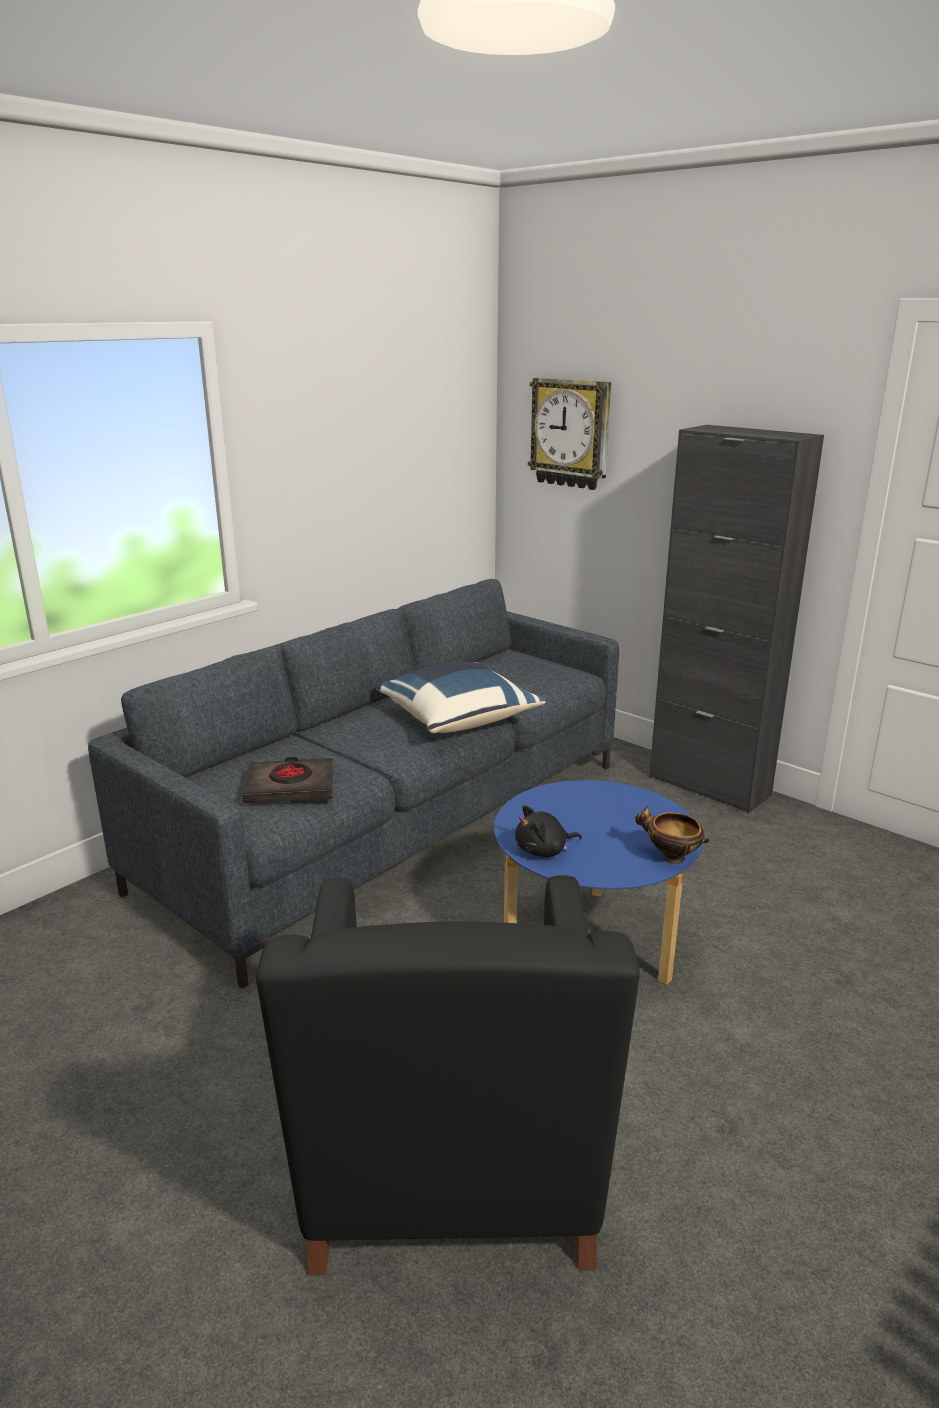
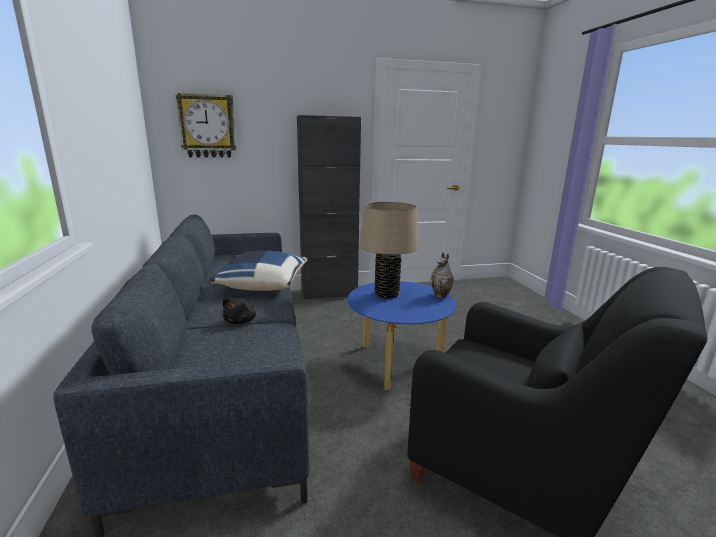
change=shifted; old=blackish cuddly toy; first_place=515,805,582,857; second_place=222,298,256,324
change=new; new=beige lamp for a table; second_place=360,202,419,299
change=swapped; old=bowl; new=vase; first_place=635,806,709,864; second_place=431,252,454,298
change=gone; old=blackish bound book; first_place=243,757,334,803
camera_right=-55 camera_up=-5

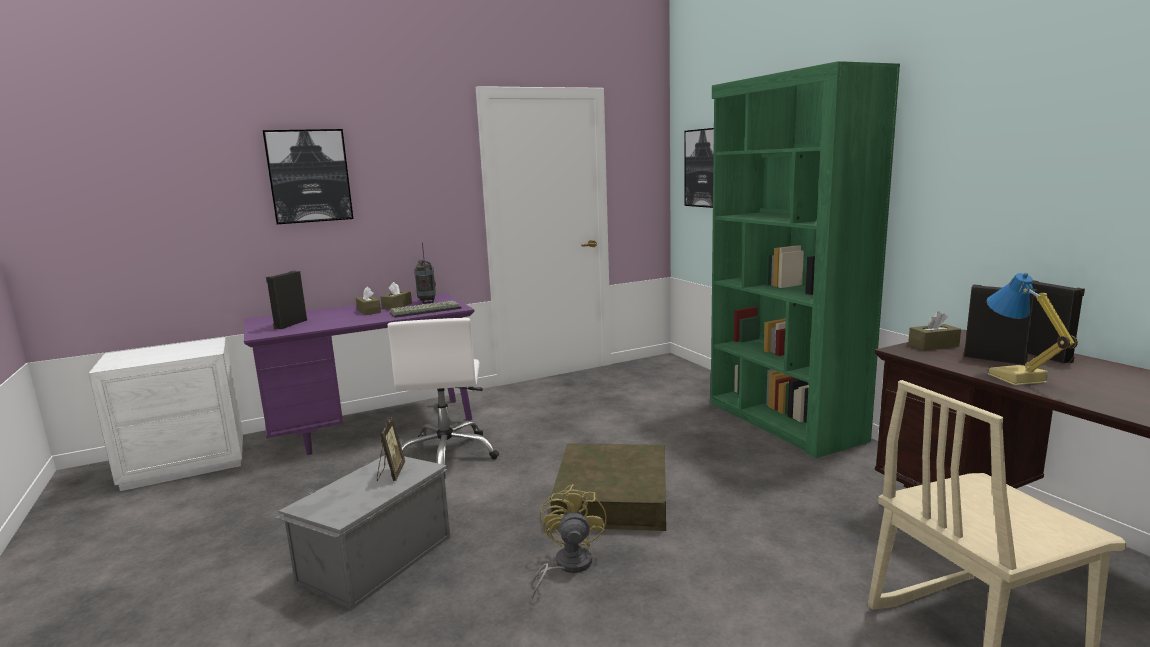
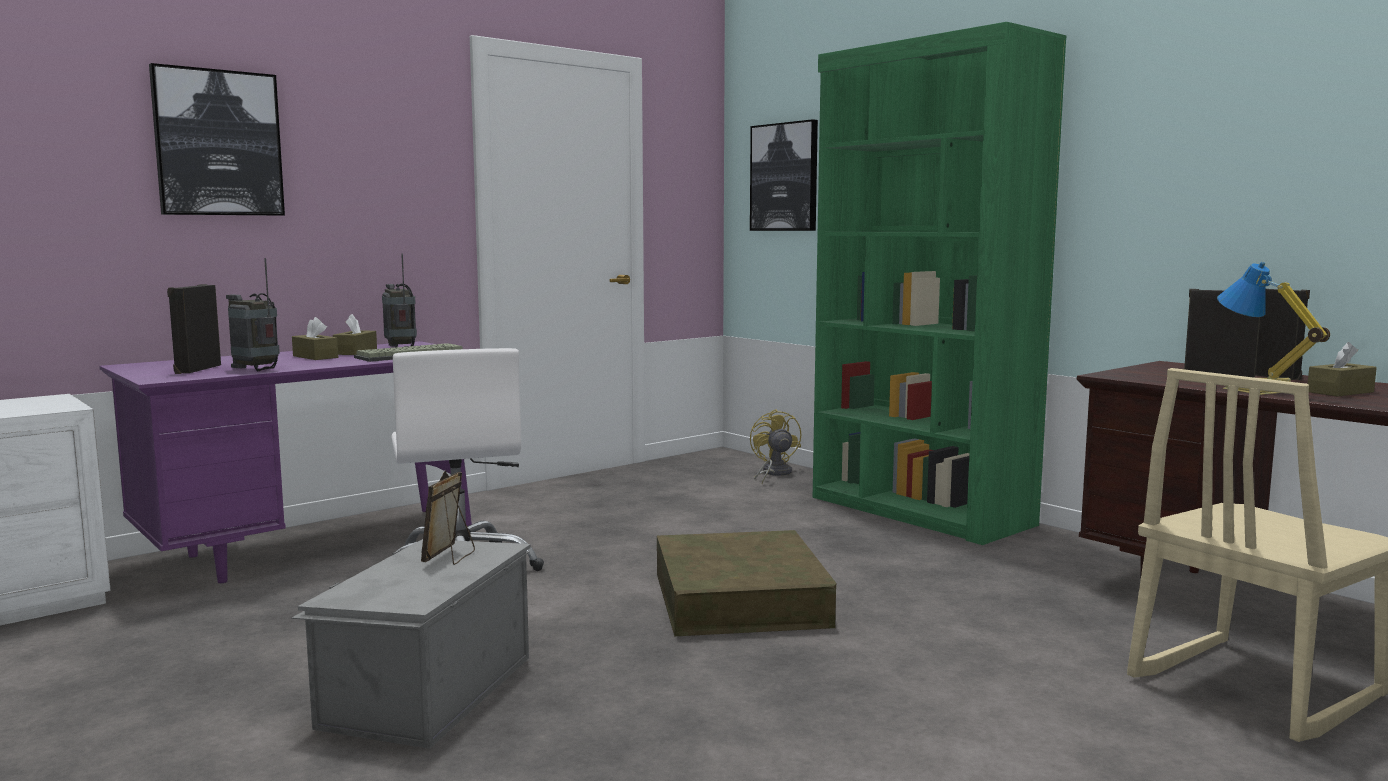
change=new; new=radio; second_place=226,258,280,371
change=rotated; old=picture frame; first_place=377,417,405,481; second_place=421,471,475,565; degrees=-150
change=shifted; old=yellowish electric fan; first_place=532,484,607,599; second_place=750,409,801,484
change=shifted; old=brownish tissue holder; first_place=908,311,961,350; second_place=1308,342,1377,397
camera_right=-15 camera_up=-5

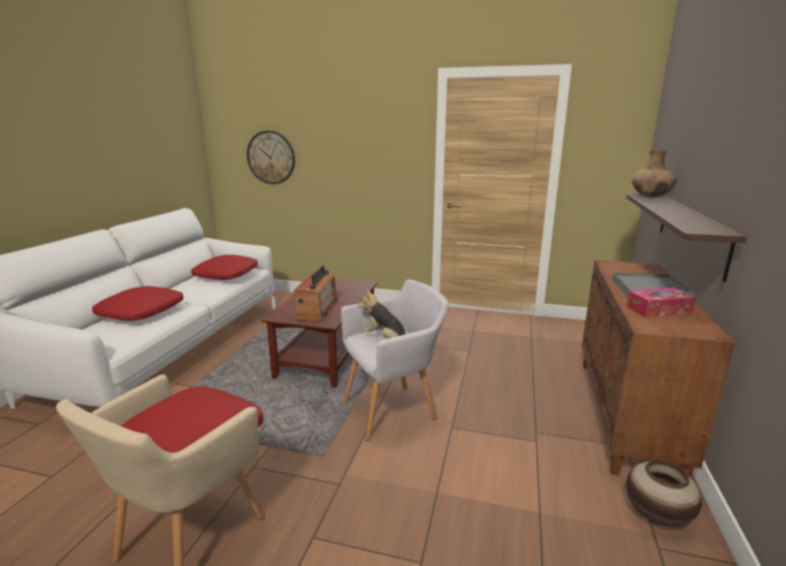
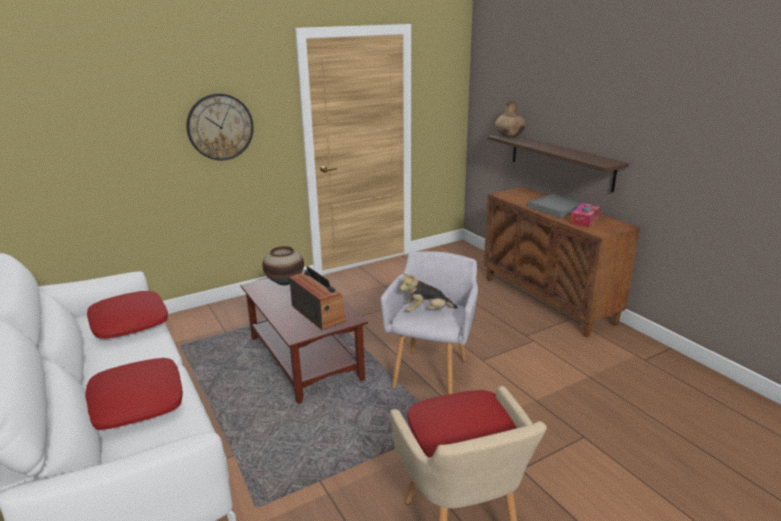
change=shifted; old=hanging clock; first_place=247,131,295,184; second_place=186,93,254,161
change=shifted; old=vase; first_place=626,459,702,527; second_place=262,246,304,285
camera_right=-45 camera_up=5

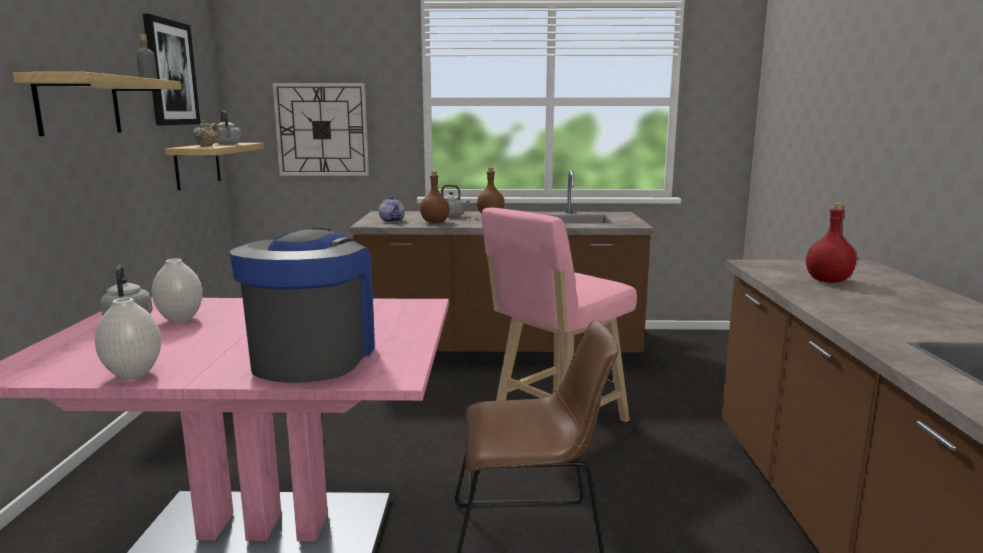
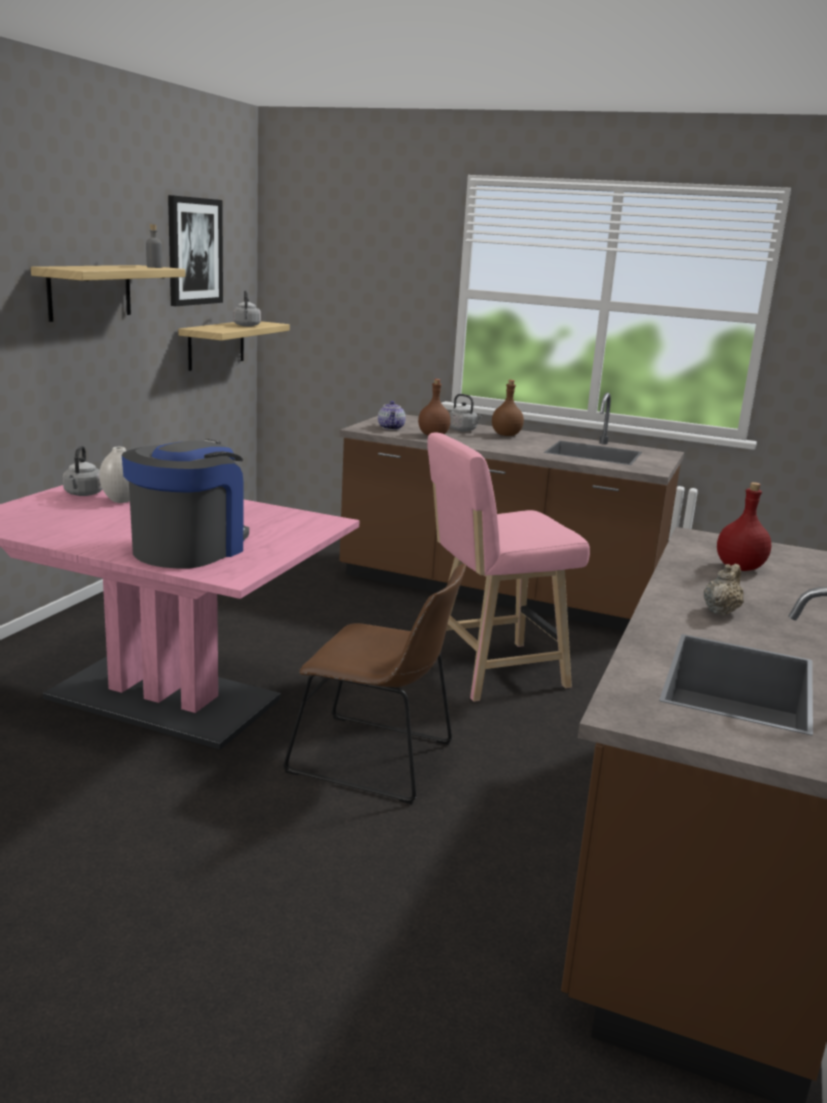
change=shifted; old=beige tea pot; first_place=193,119,219,146; second_place=704,564,744,616
change=gone; old=white vase; first_place=95,297,161,379
change=gone; old=hanging clock; first_place=273,83,369,176
camera_right=20 camera_up=5

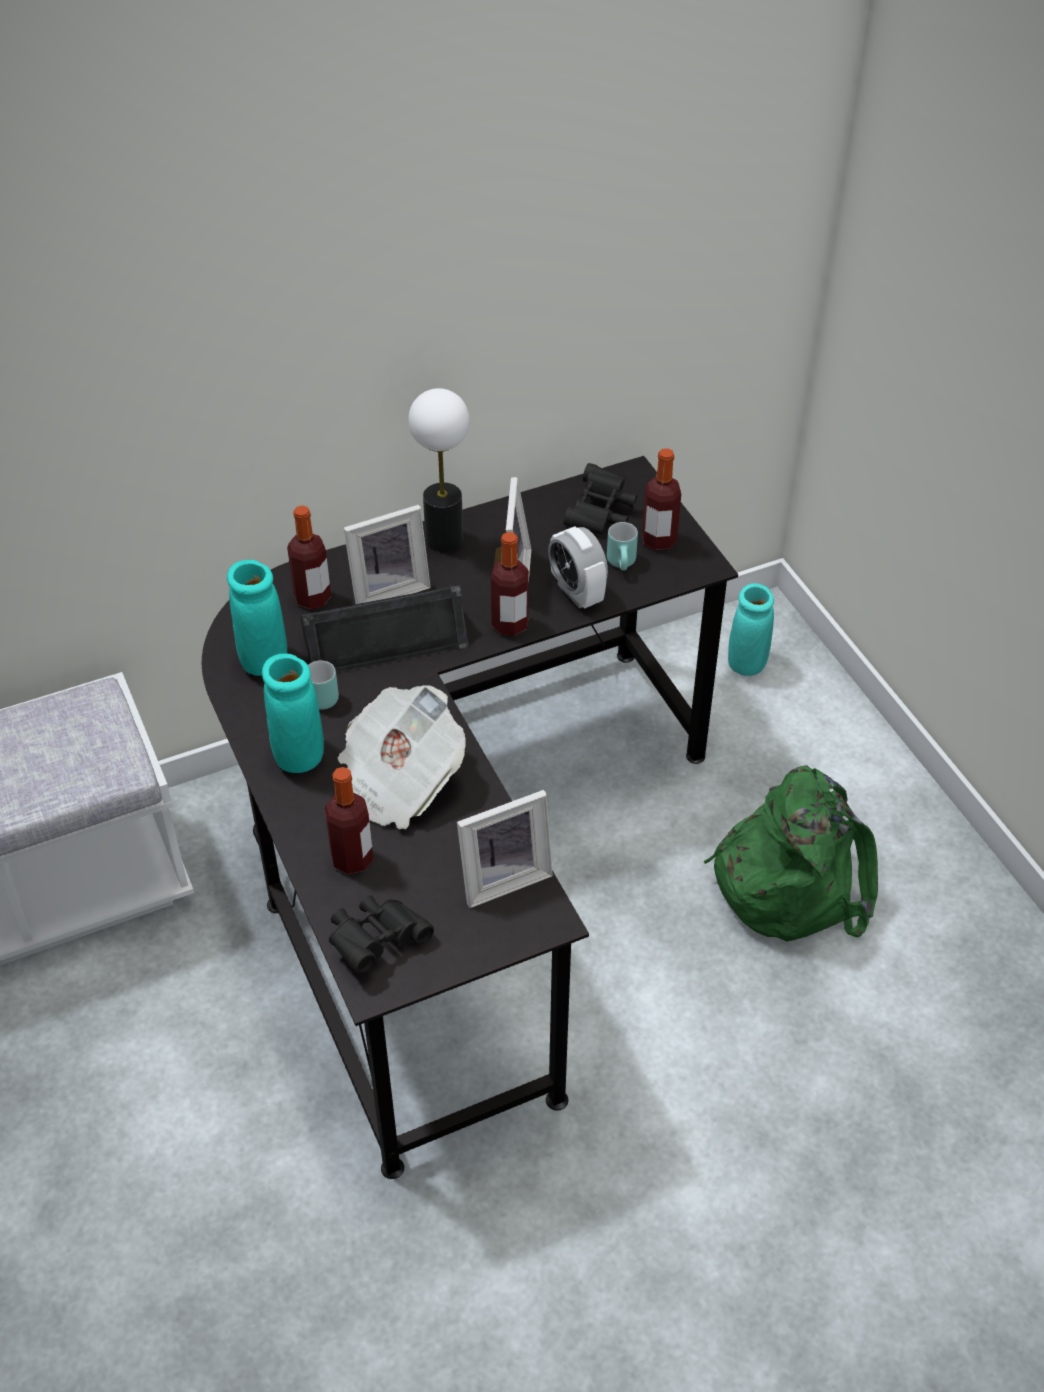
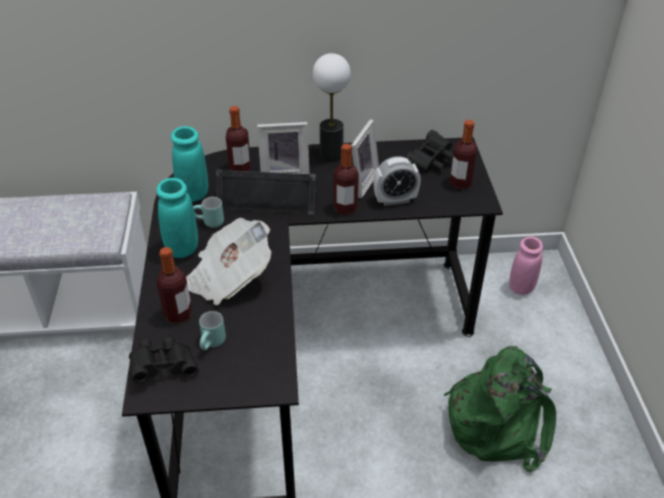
change=shifted; old=turquoise-coloured mug; first_place=607,522,638,571; second_place=199,311,226,350
change=rotated; old=bedside clock; first_place=548,526,608,608; second_place=373,156,421,206; degrees=-90
change=repainted; old=turquoise-coloured vase; new=pink vase; first_place=728,583,774,676; second_place=509,236,543,295
change=gone; old=picture frame; first_place=457,790,553,908
camera_right=20 camera_up=-5

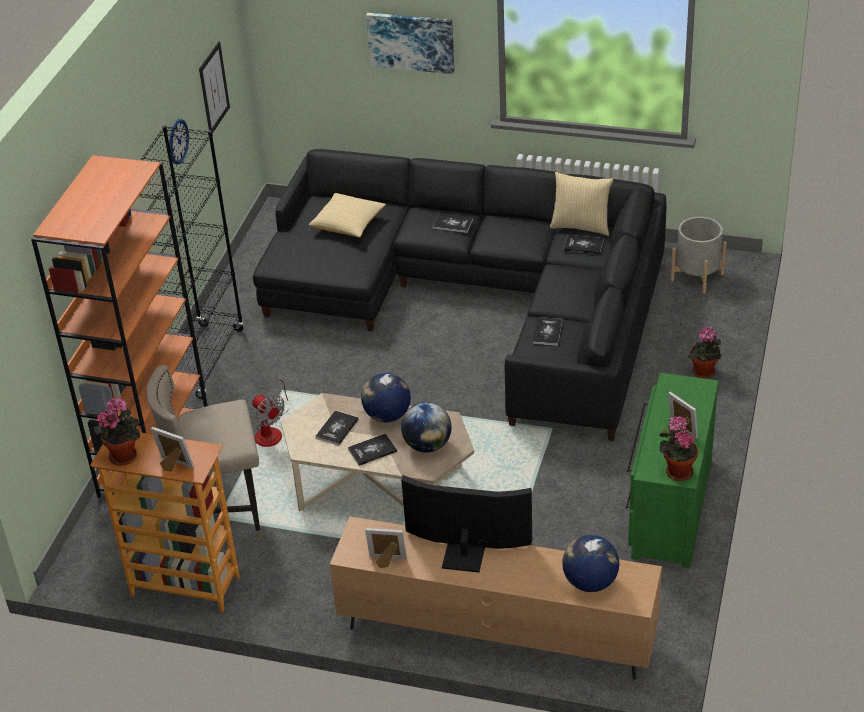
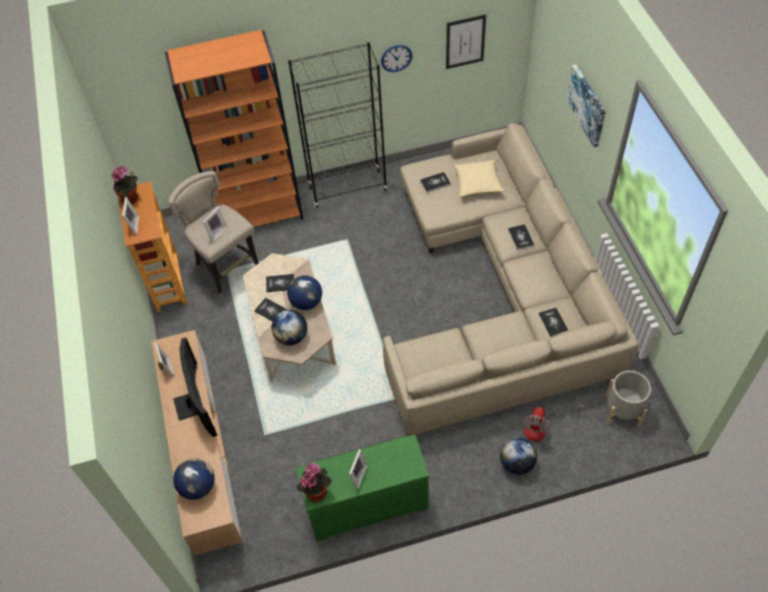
change=new; new=picture frame; second_place=203,207,227,242
change=repainted; old=blackish settee; new=beige settee; first_place=253,149,667,441; second_place=383,123,638,435
change=shifted; old=bound book; first_place=533,317,562,346; second_place=420,172,451,192
change=swapped; old=plant in a pot; new=world globe; first_place=688,327,722,379; second_place=500,437,537,475
change=shifted; old=electric fan; first_place=252,374,289,447; second_place=523,404,584,441
change=gone; old=throw pillow; first_place=550,172,614,236
camera_right=60 camera_up=15

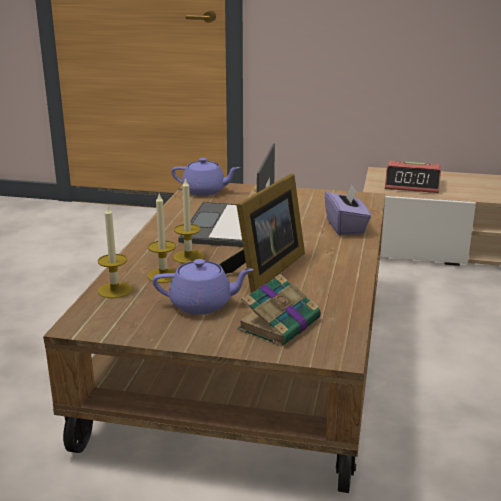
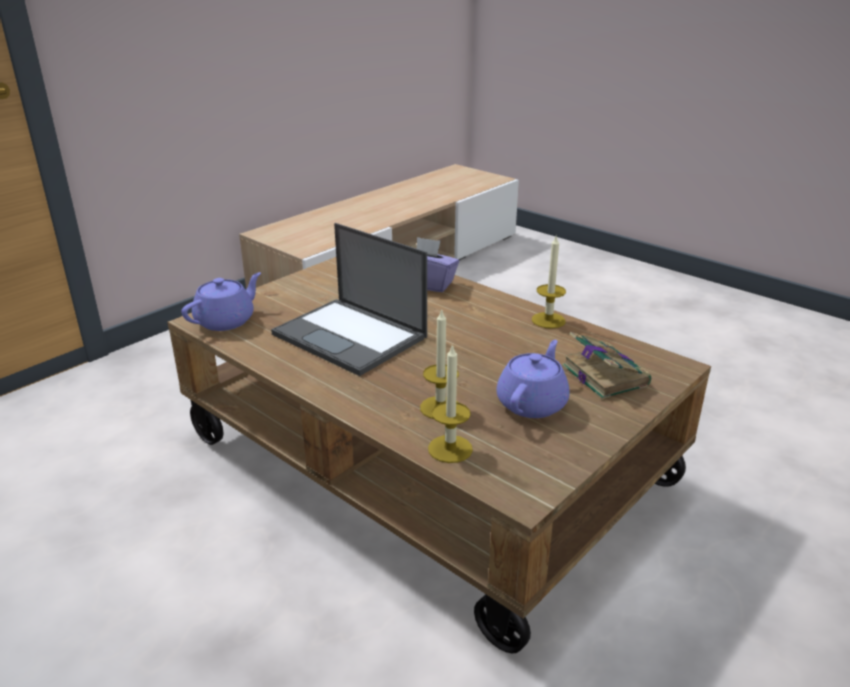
change=shifted; old=wax candle; first_place=173,177,204,264; second_place=532,234,566,329
change=gone; old=picture frame; first_place=220,174,305,293
change=gone; old=bedside clock; first_place=385,161,441,193
camera_right=-60 camera_up=5

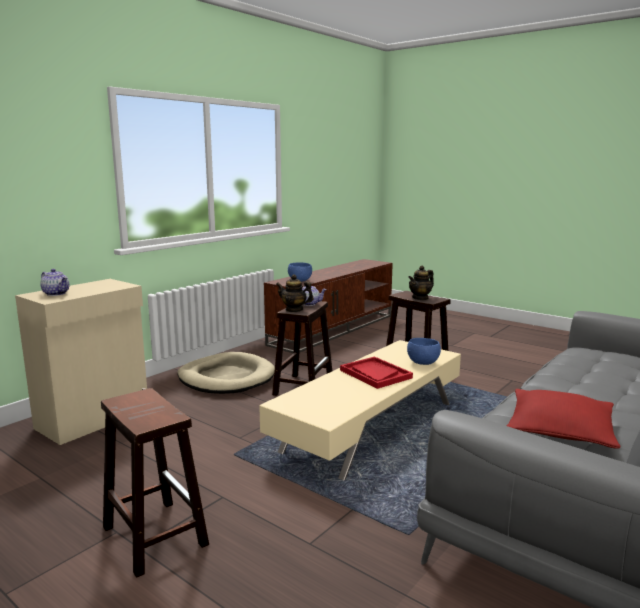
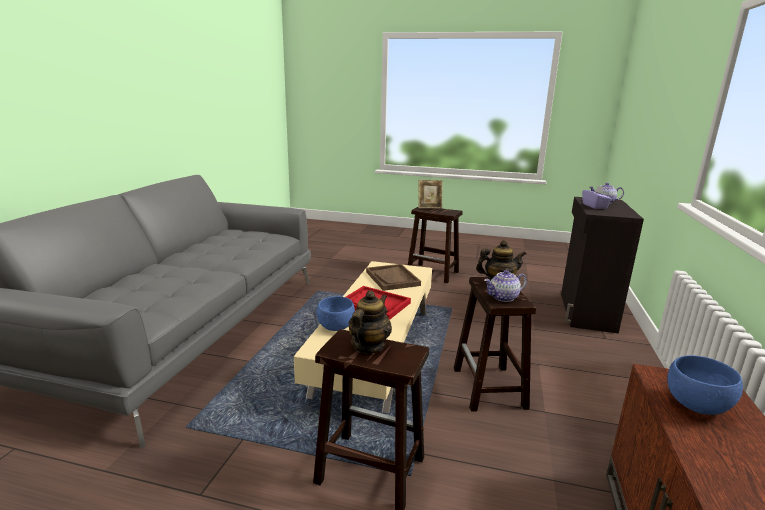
change=new; new=brownish tray; second_place=366,264,421,291
change=new; new=picture frame; second_place=418,180,443,209
change=repainted; old=beige cupboard; new=blackish cupboard; first_place=15,279,147,445; second_place=561,197,644,333
change=new; new=purple tissue holder; second_place=582,185,612,209
change=gone; old=beige dog bed; first_place=178,352,275,394
change=gone; old=red throw pillow; first_place=506,389,620,449
camera_right=155 camera_up=5

